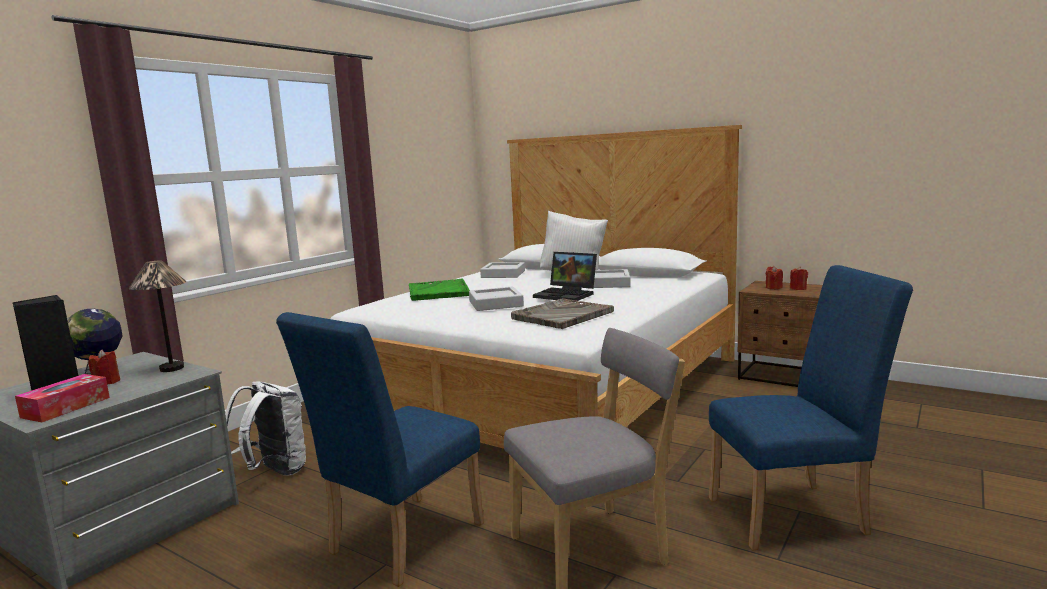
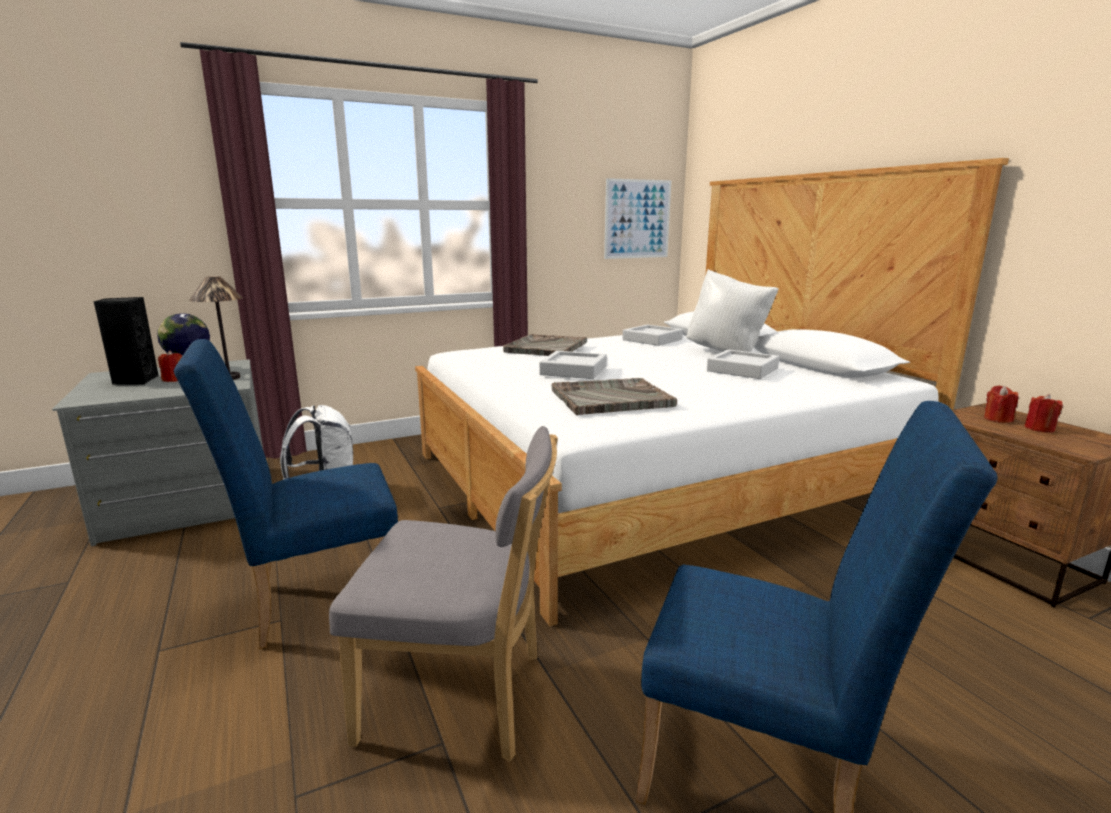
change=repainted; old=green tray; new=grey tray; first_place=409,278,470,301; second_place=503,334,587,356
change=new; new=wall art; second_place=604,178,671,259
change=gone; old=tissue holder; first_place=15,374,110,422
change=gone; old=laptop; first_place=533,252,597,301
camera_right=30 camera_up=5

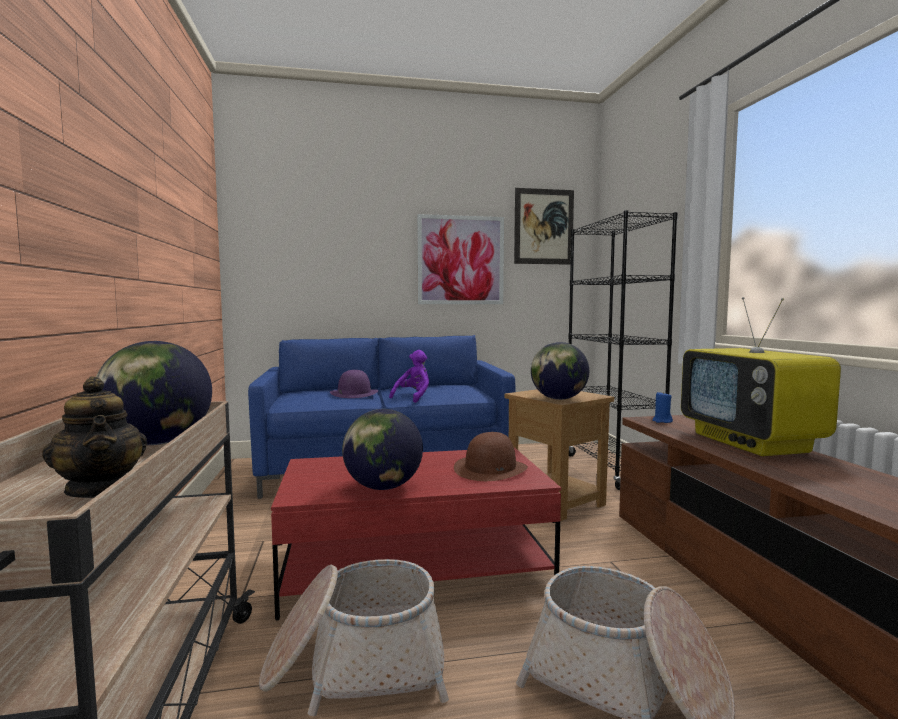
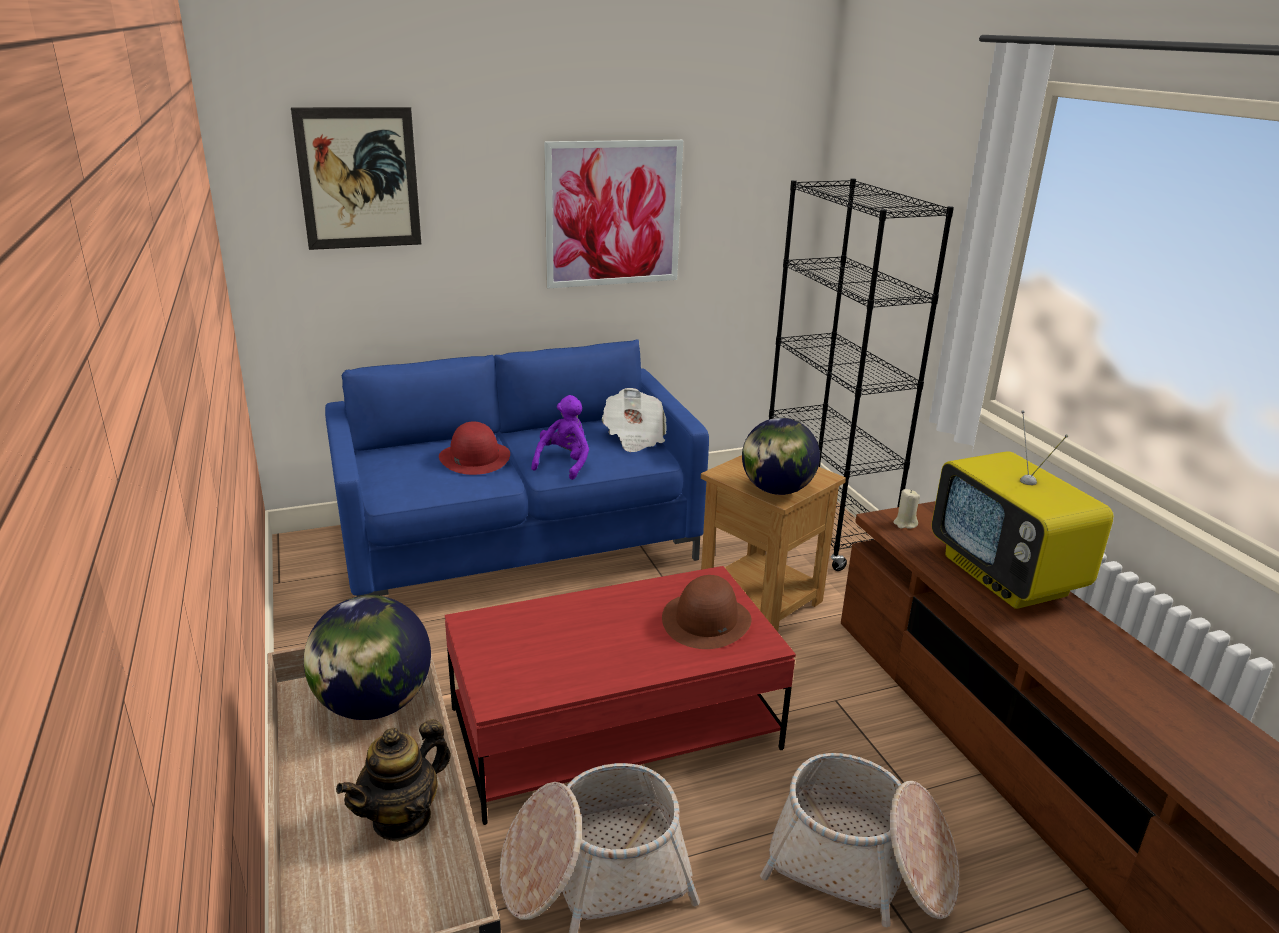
change=shifted; old=wall art; first_place=514,188,574,265; second_place=291,107,421,250
change=rotated; old=tea pot; first_place=42,376,147,498; second_place=336,719,451,842; degrees=90
change=repainted; old=purple clothing hat; new=red clothing hat; first_place=330,370,379,398; second_place=439,422,510,475
change=new; new=daily paper; second_place=602,388,667,452
change=repainted; old=blue wax candle; new=beige wax candle; first_place=652,391,673,423; second_place=893,489,920,529
change=gone; old=world globe; first_place=342,409,423,490
camera_right=-10 camera_up=20

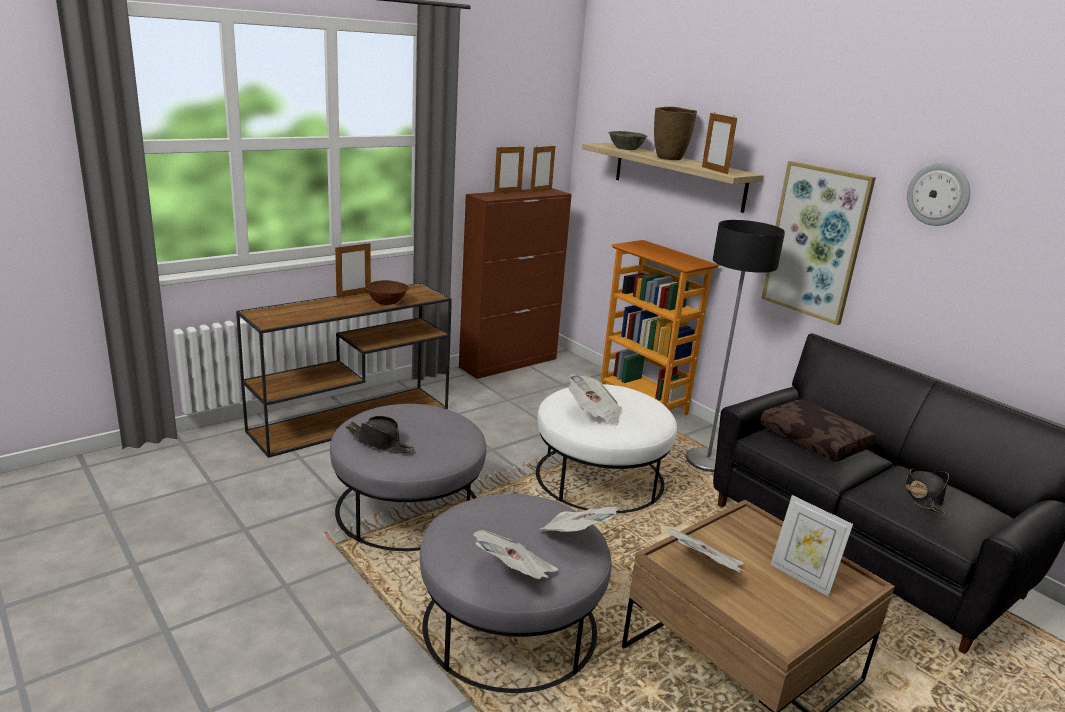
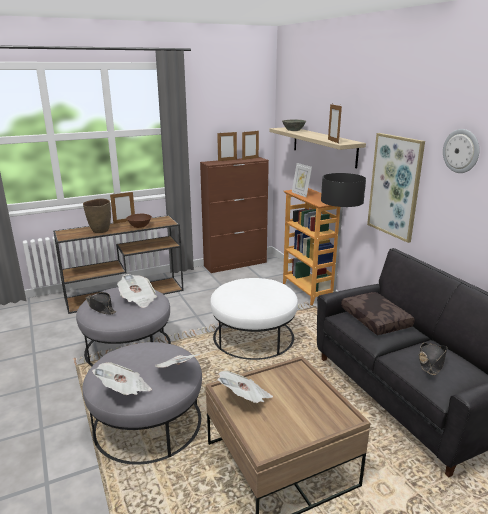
change=shifted; old=brownish vase; first_place=654,107,697,160; second_place=83,199,111,233
change=shifted; old=daily paper; first_place=569,374,622,425; second_place=117,274,157,308
change=shifted; old=picture frame; first_place=770,495,853,597; second_place=292,163,312,197
camera_right=15 camera_up=0

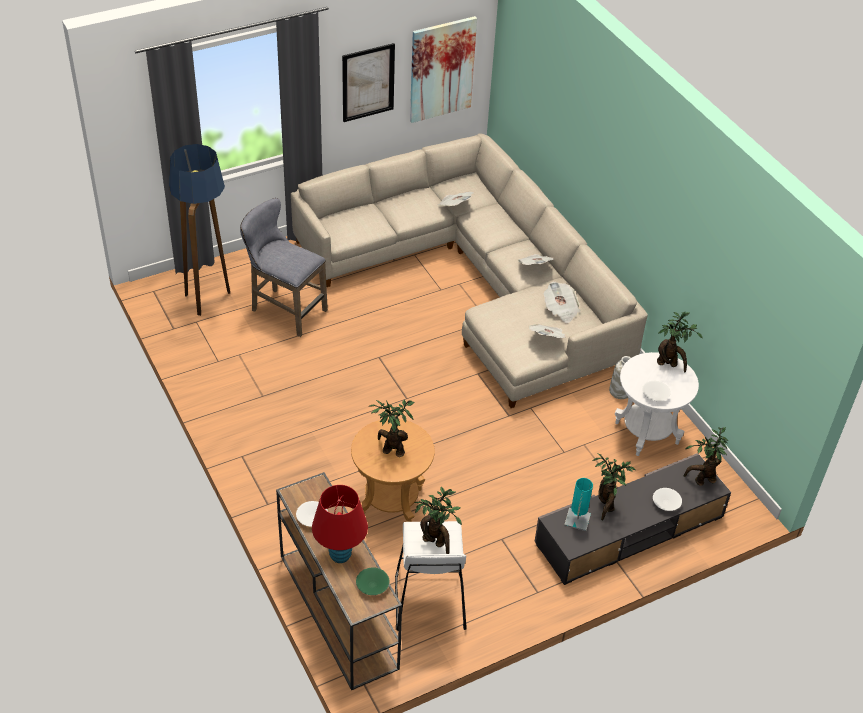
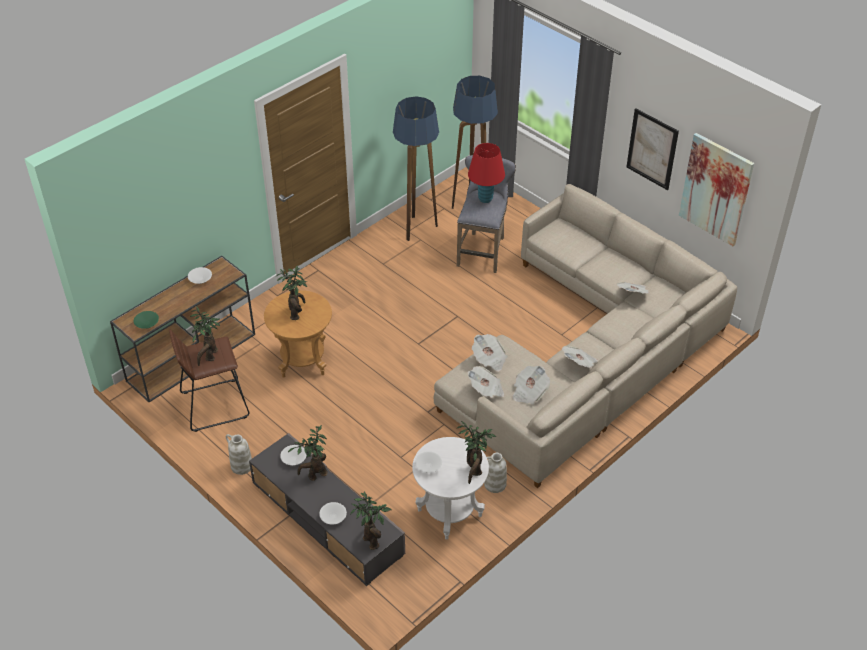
change=repainted; old=white stool; new=brownish stool; first_place=395,521,467,631; second_place=169,329,249,432
change=new; new=white vase; second_place=226,434,252,475
change=swapped; old=turquoise-coloured lamp for a table; new=white bowl; first_place=564,478,593,531; second_place=280,445,307,465
change=new; new=standard lamp; second_place=393,97,439,241
change=shifted; old=red lamp for a table; first_place=312,485,368,563; second_place=468,143,505,203
change=new; new=daily paper; second_place=472,334,508,372
camera_right=75 camera_up=0

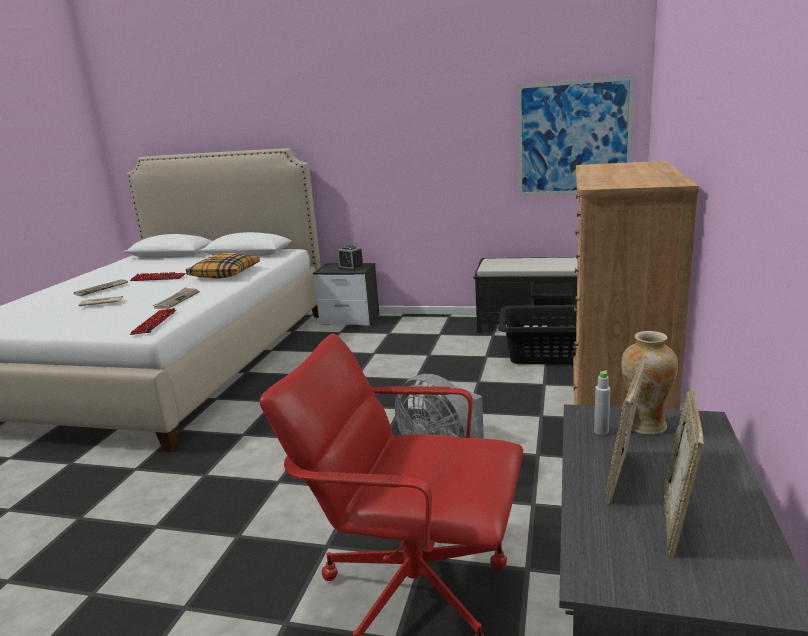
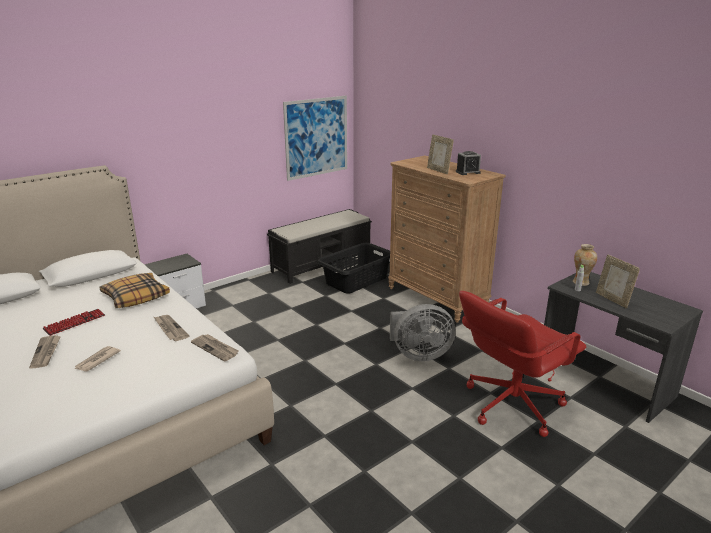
change=swapped; old=keyboard; new=daily paper; first_place=130,308,176,335; second_place=191,334,239,362
change=shifted; old=picture frame; first_place=664,387,704,557; second_place=427,134,454,174
change=shifted; old=bedside clock; first_place=337,245,364,271; second_place=456,151,481,175
camera_right=-55 camera_up=5

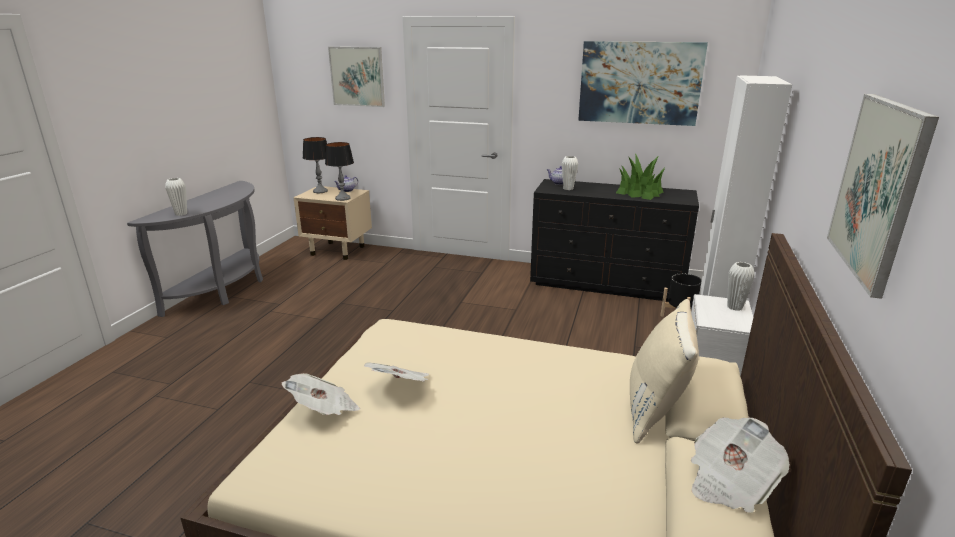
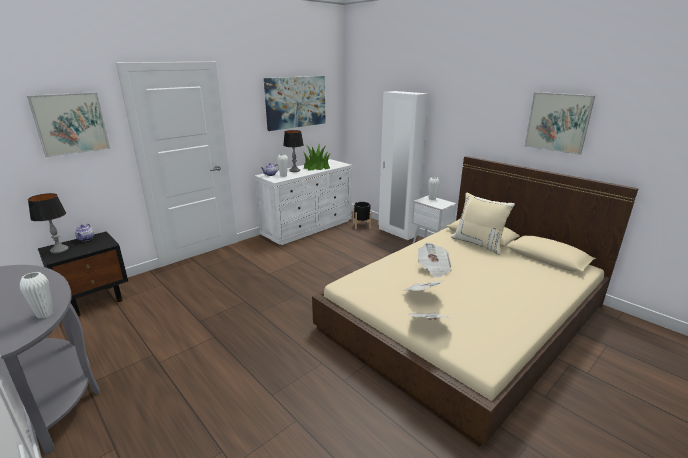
change=repainted; old=beige night table; new=blackish night table; first_place=294,186,372,260; second_place=38,231,128,317
change=repainted; old=blackish chest of drawers; new=white chest of drawers; first_place=530,179,699,302; second_place=254,159,352,245
change=shifted; old=lamp for a table; first_place=325,142,354,201; second_place=283,130,304,172
change=shifted; old=daily paper; first_place=691,417,790,513; second_place=418,243,452,278
camera_right=-60 camera_up=0

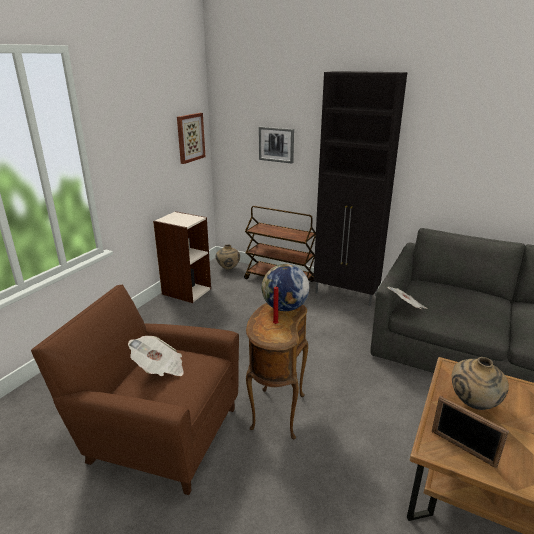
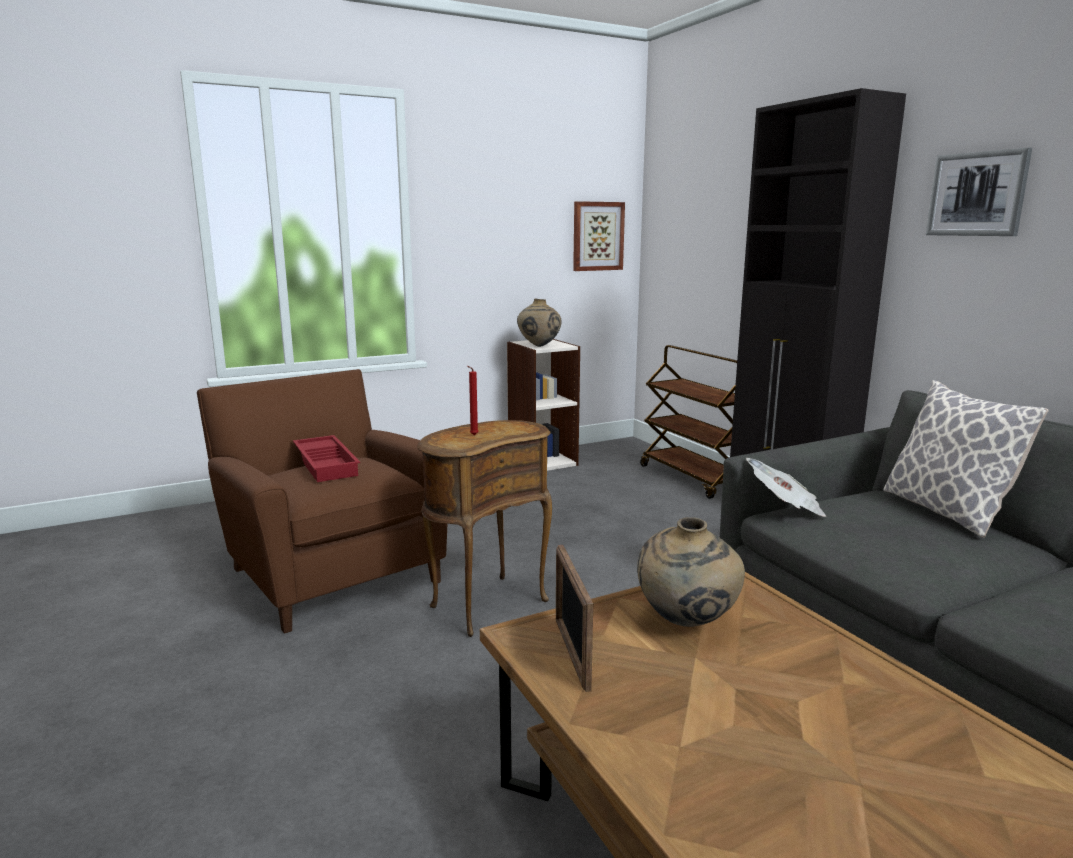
change=swapped; old=daily paper; new=red tray; first_place=128,336,184,376; second_place=293,435,360,482
change=shifted; old=beige vase; first_place=216,244,240,270; second_place=517,299,562,347
change=new; new=throw pillow; second_place=883,380,1049,538
change=shifted; old=wall art; first_place=259,127,294,163; second_place=926,148,1032,236
change=gone; old=world globe; first_place=262,264,309,311
camera_right=35 camera_up=-10

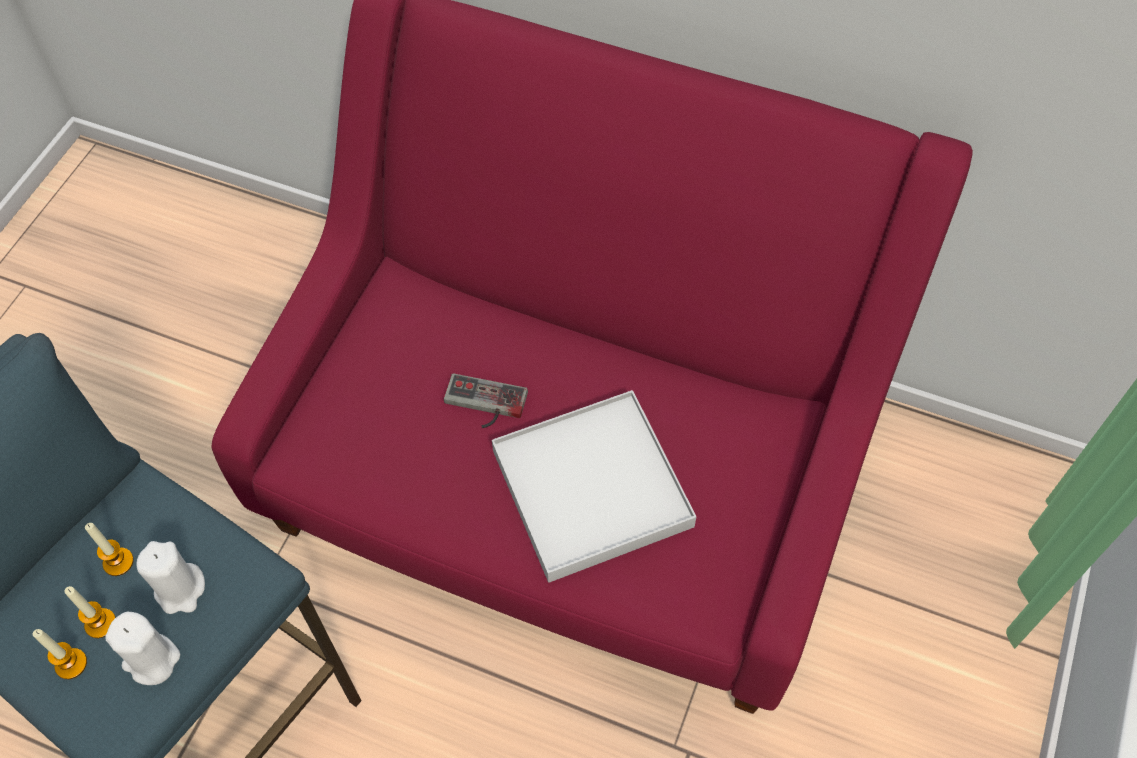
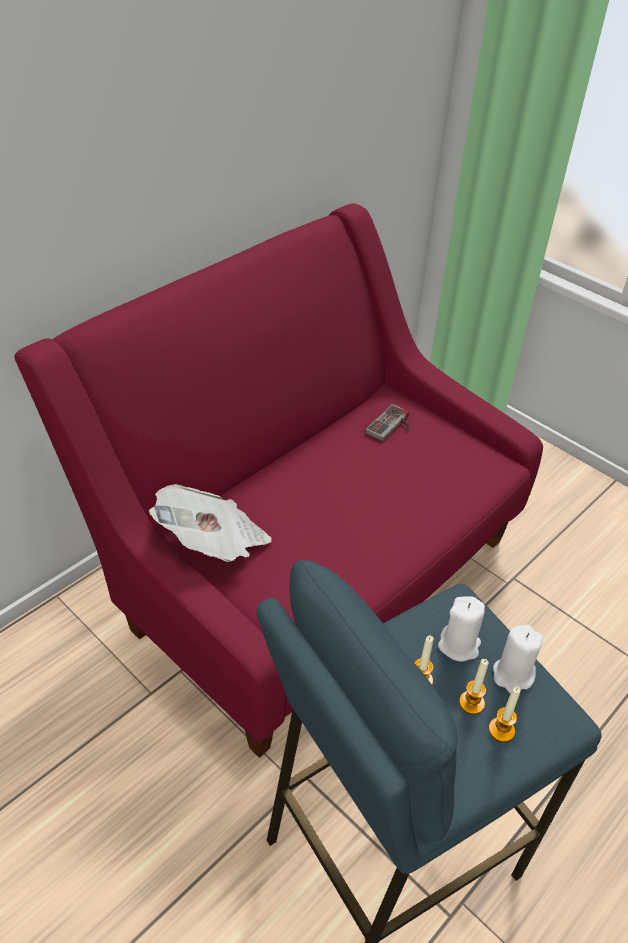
change=new; new=daily paper; second_place=149,484,272,562
change=shifted; old=joypad; first_place=444,373,528,428; second_place=366,404,409,441
change=gone; old=white tray; first_place=492,390,696,583
camera_right=-70 camera_up=-15

